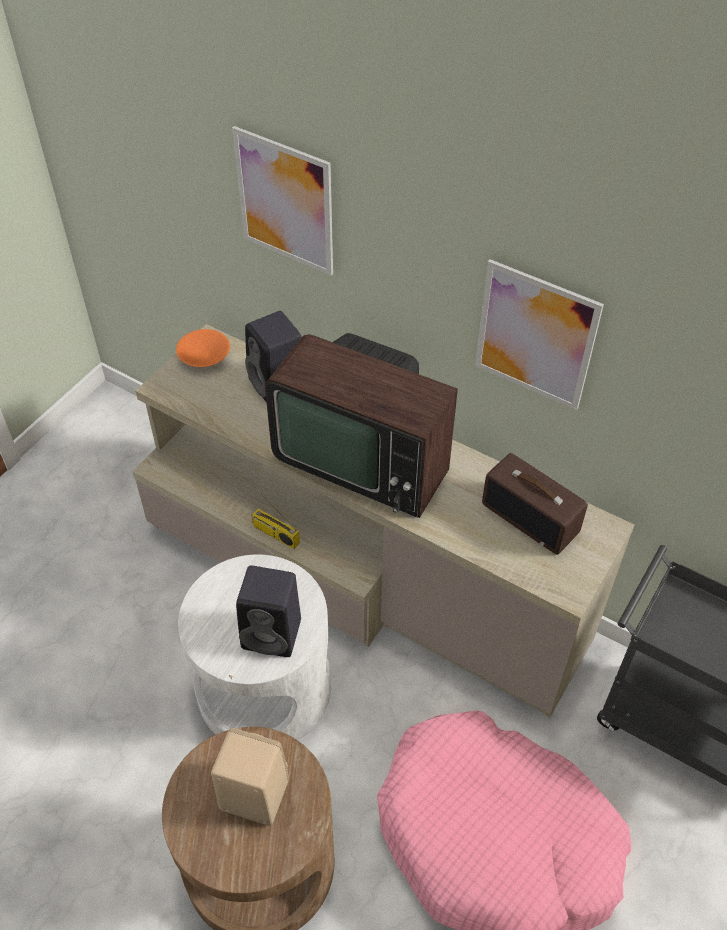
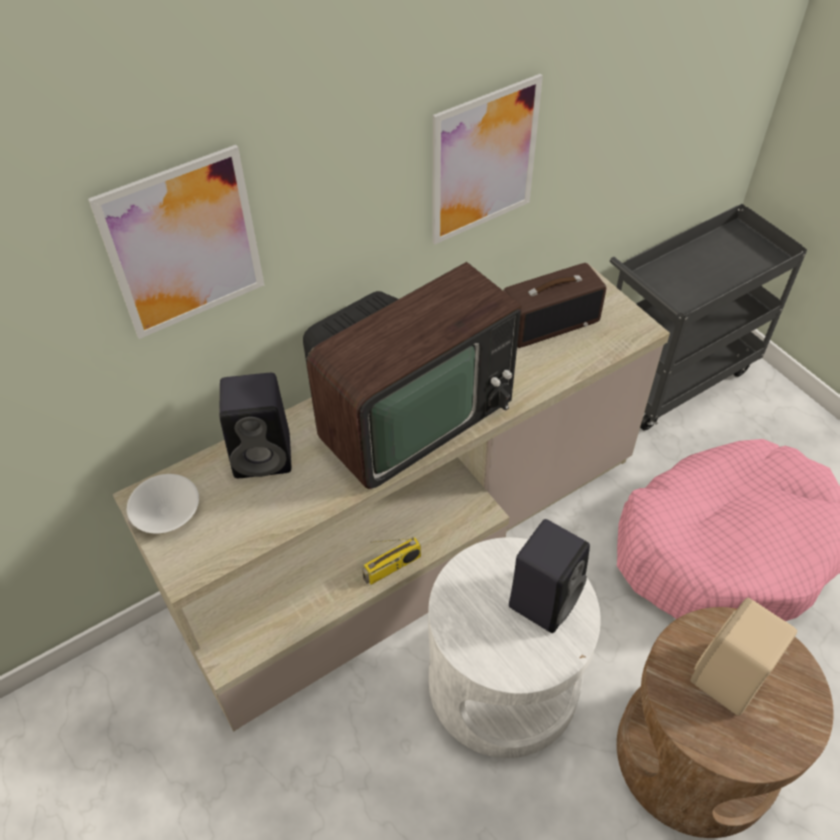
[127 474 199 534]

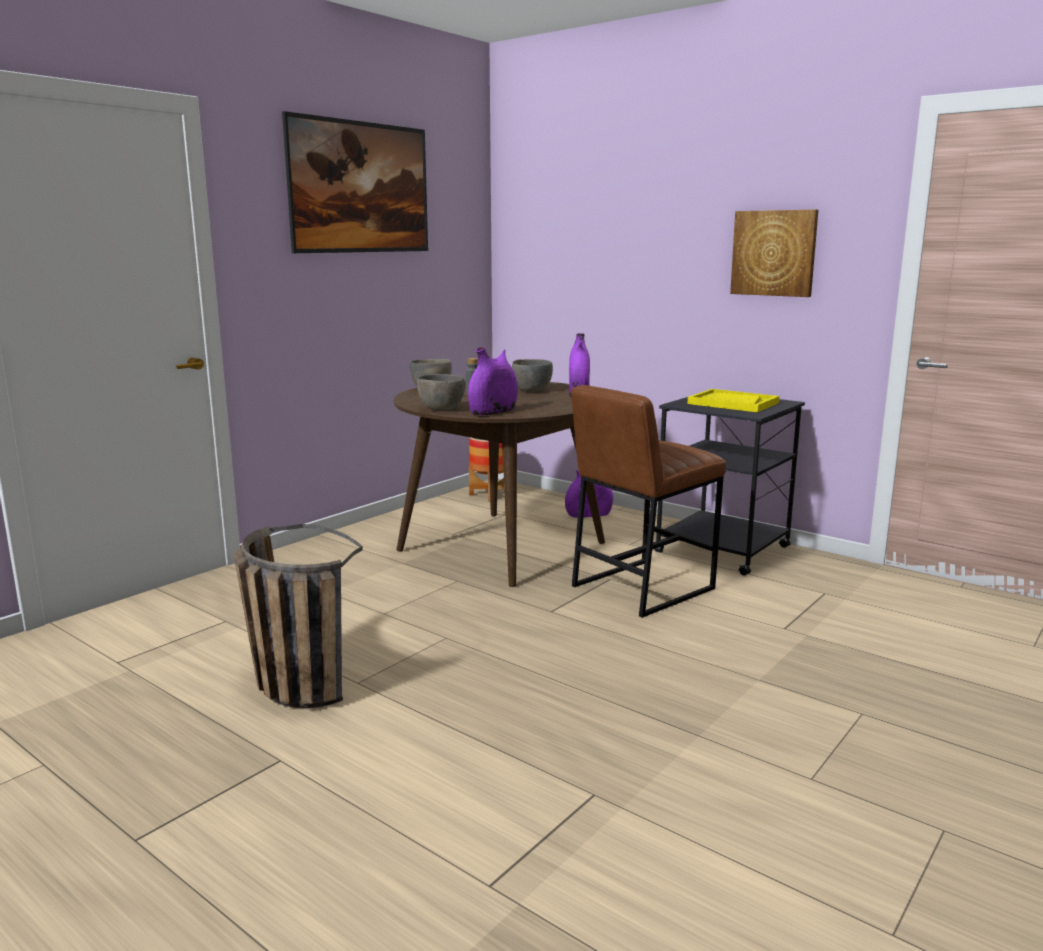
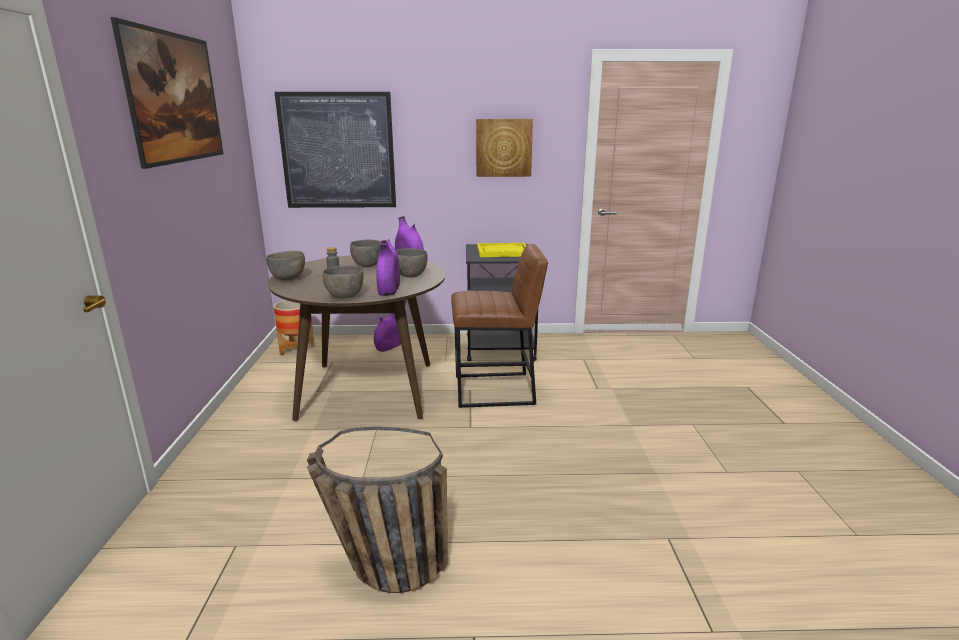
[451 244 548 408]
[274 92 396 208]
[395 248 428 277]

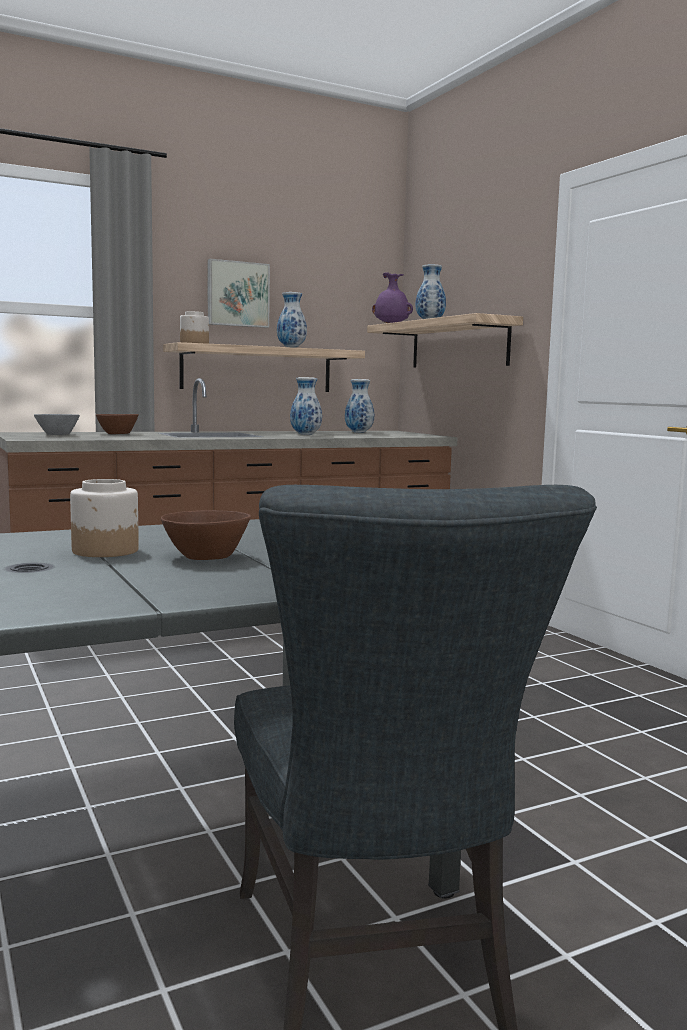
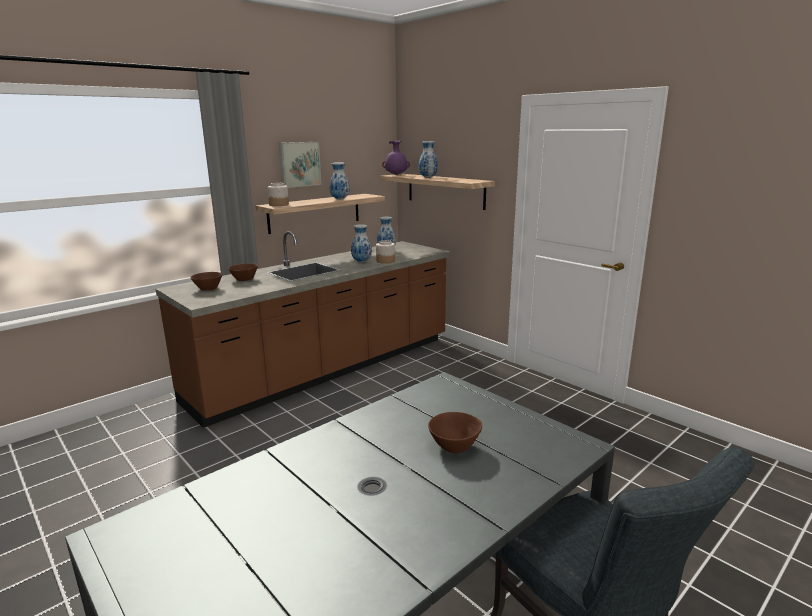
[190 272 222 291]
[376 240 395 264]

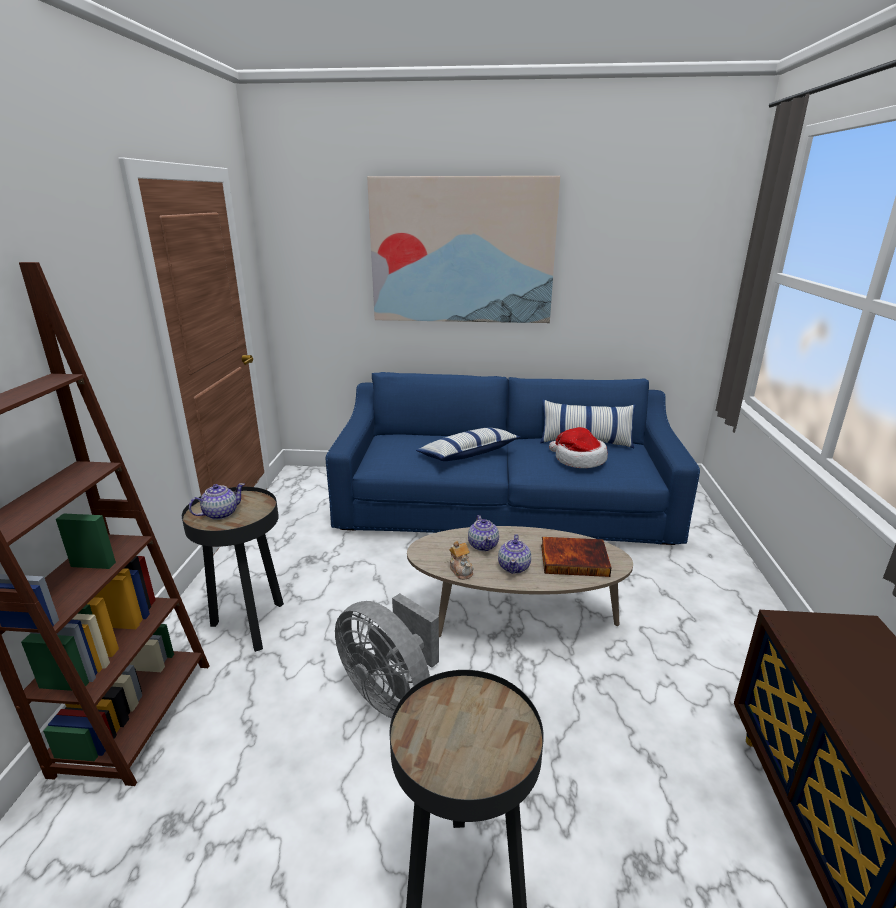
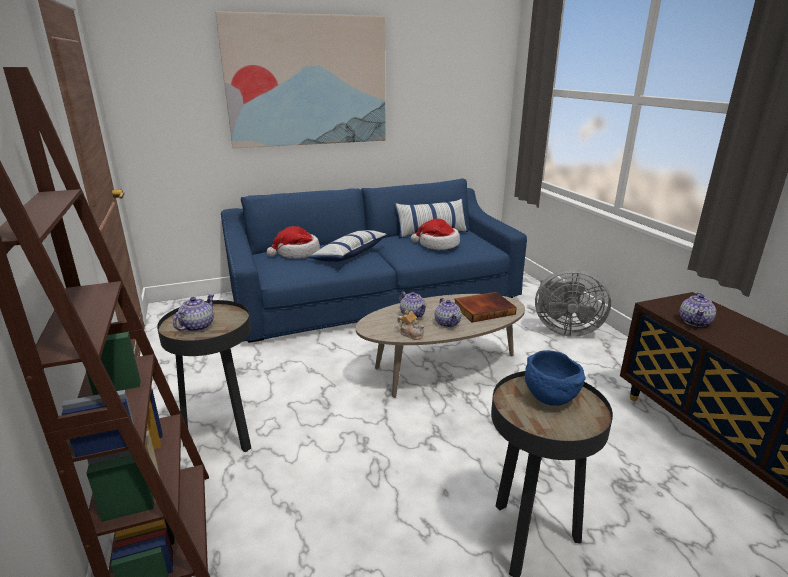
[535 268 611 337]
[267 226 320 258]
[525 351 586 406]
[680 293 716 327]

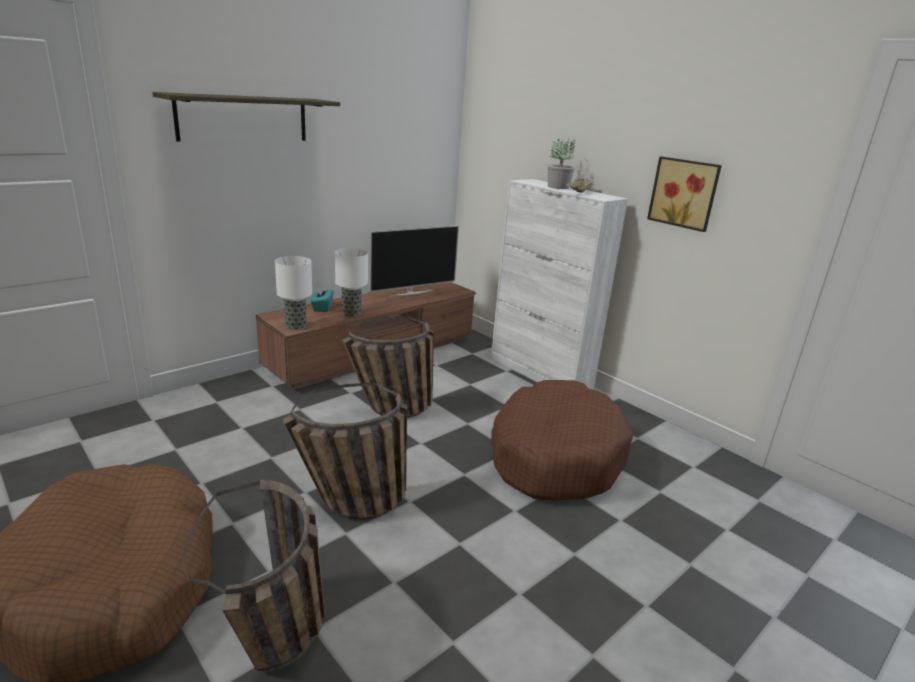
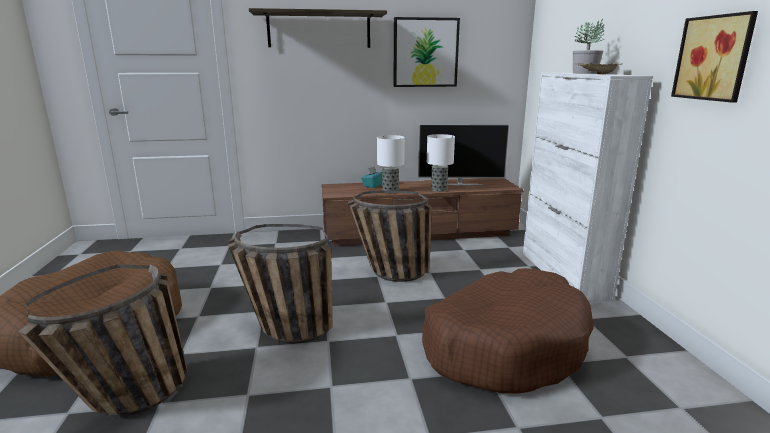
[427 134 455 192]
[393 17 460 87]

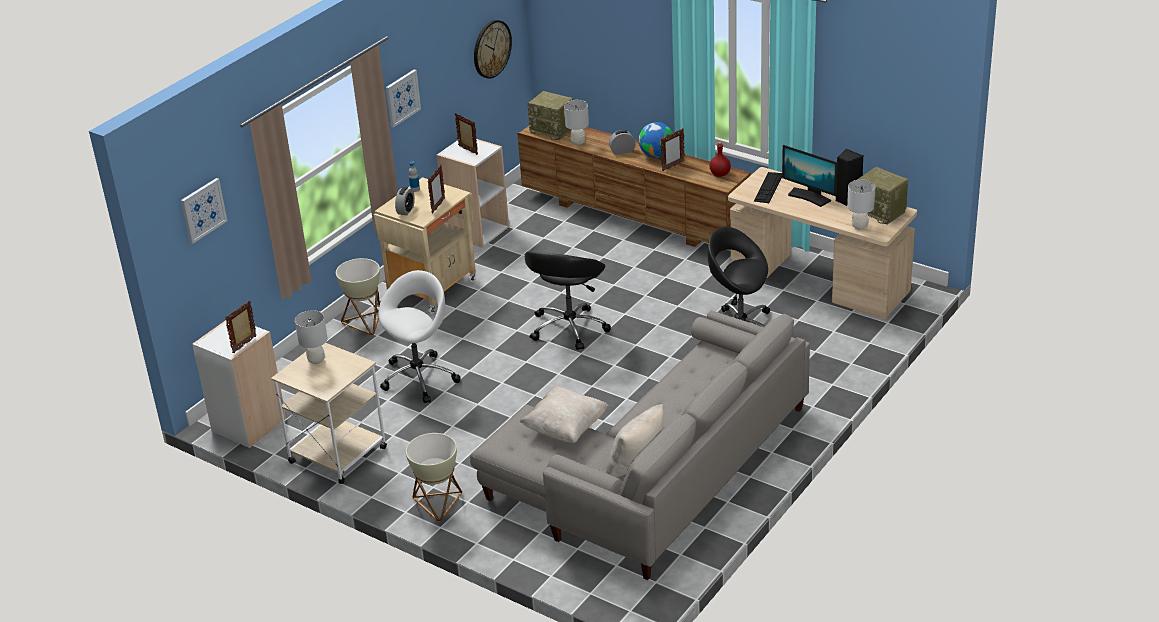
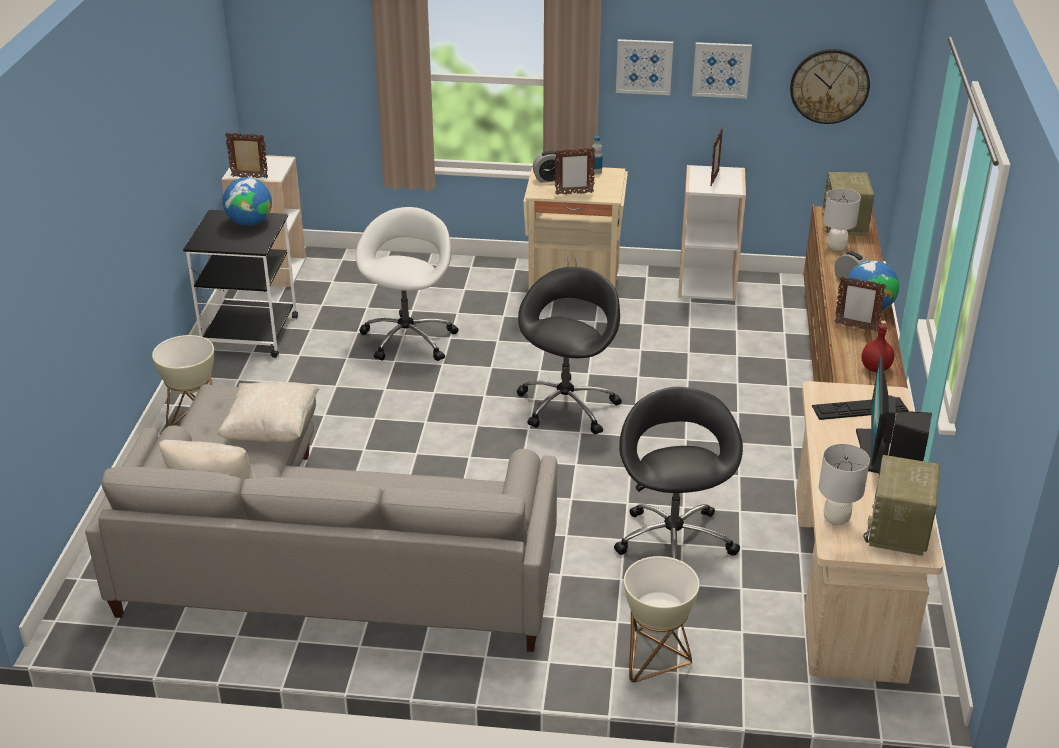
[692 42 752 99]
[183 210 298 358]
[223 177 272 226]
[624 556 700 682]
[356 207 459 361]
[517 267 622 434]

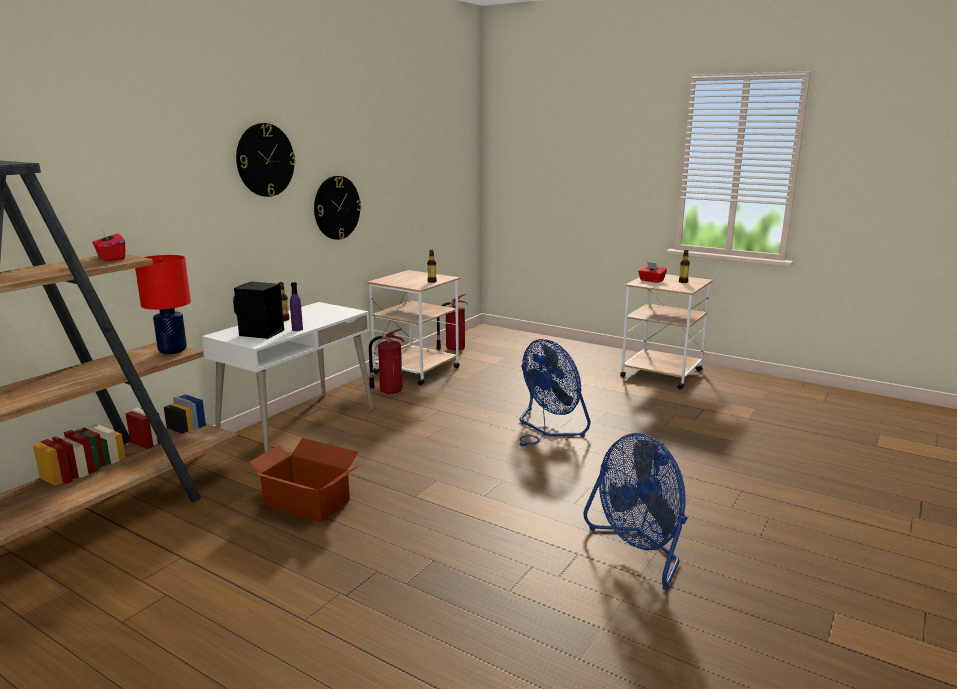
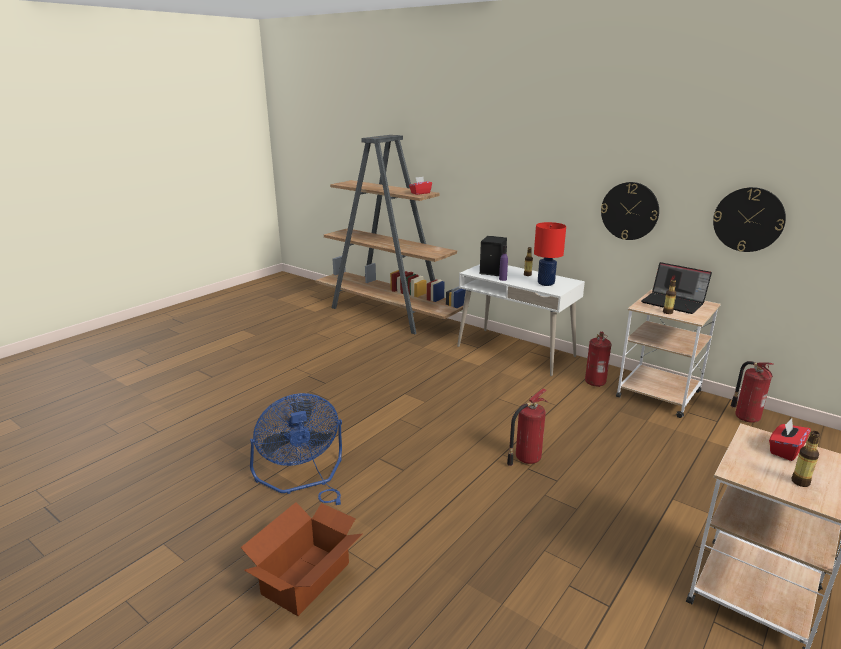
[534 222 566 286]
[713 187 786 252]
[240 502 362 616]
[507 388 547 466]
[641 262 712 314]

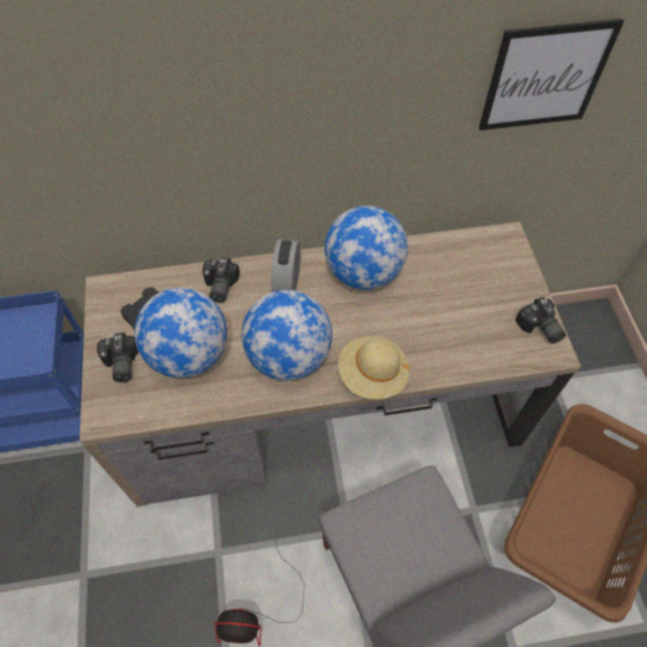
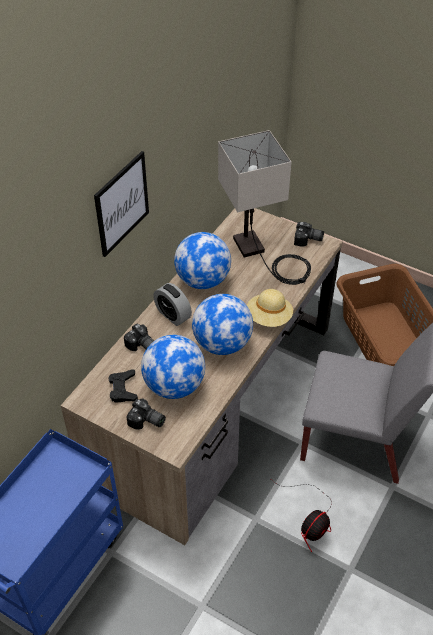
[94 151 149 257]
[218 130 311 285]

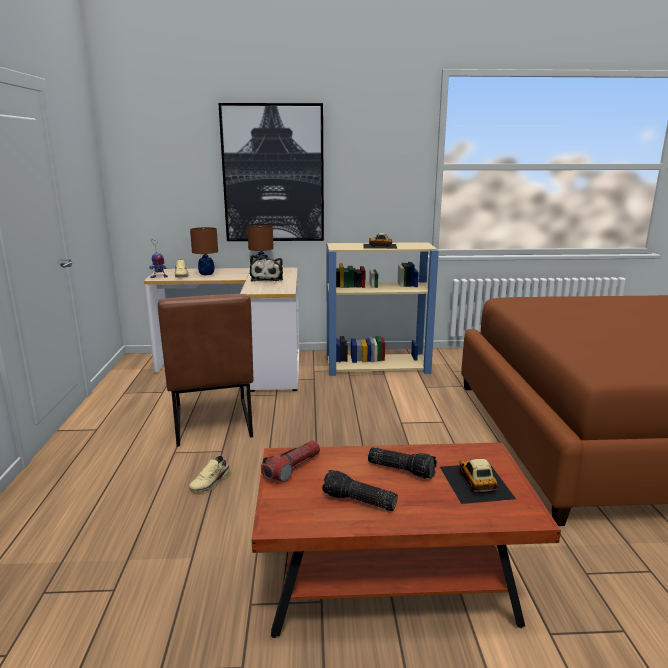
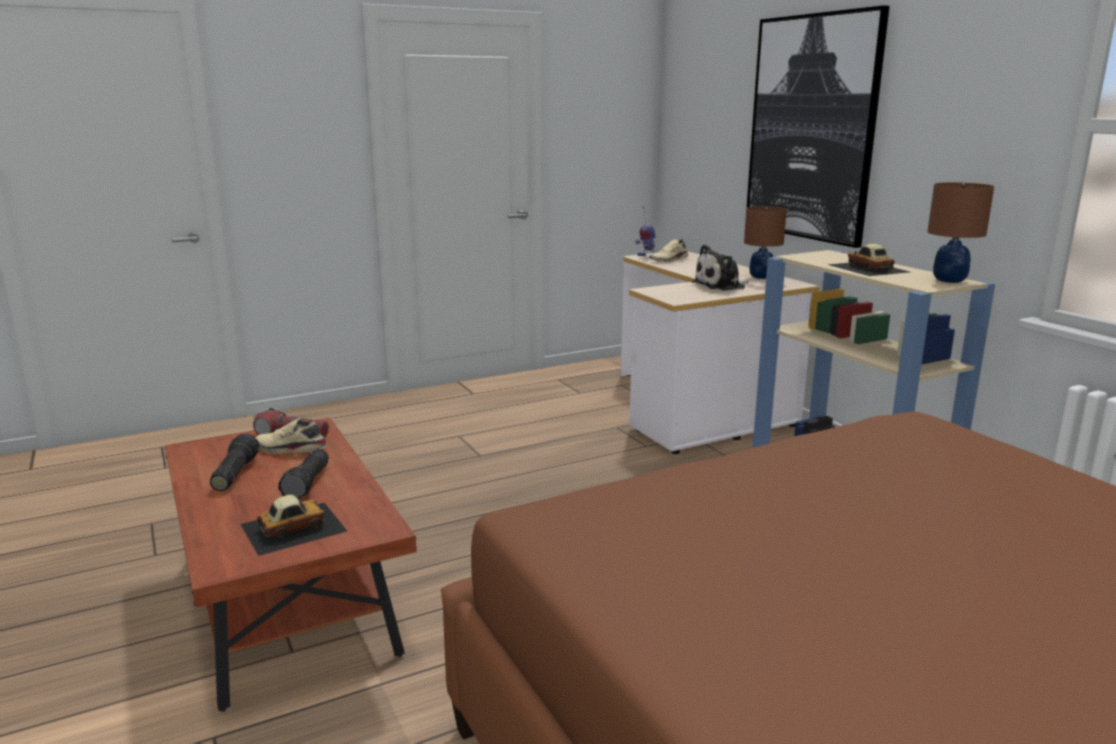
[158 294 253 447] (first image)
[255 418 327 454]
[927 182 994 283]

